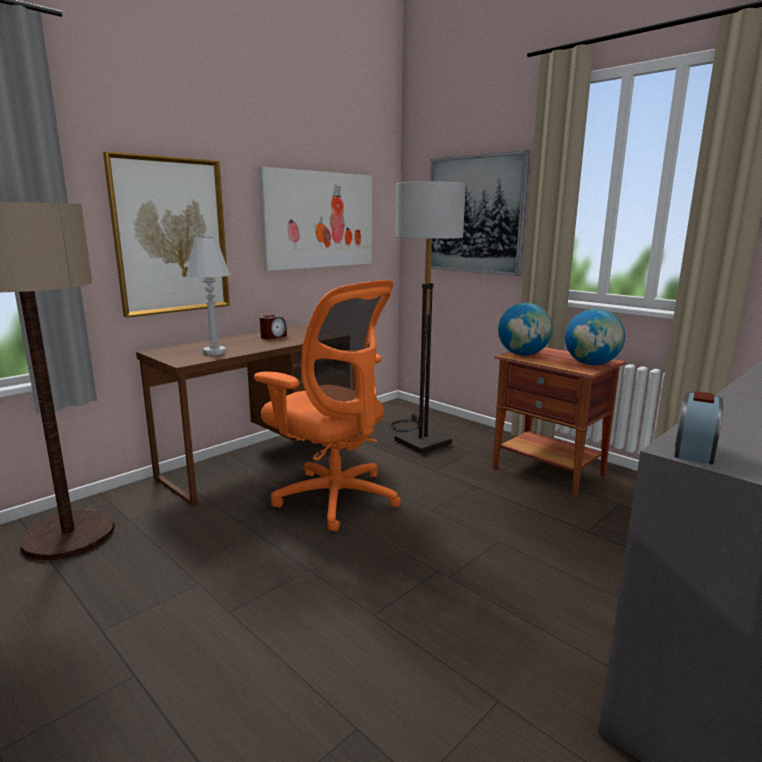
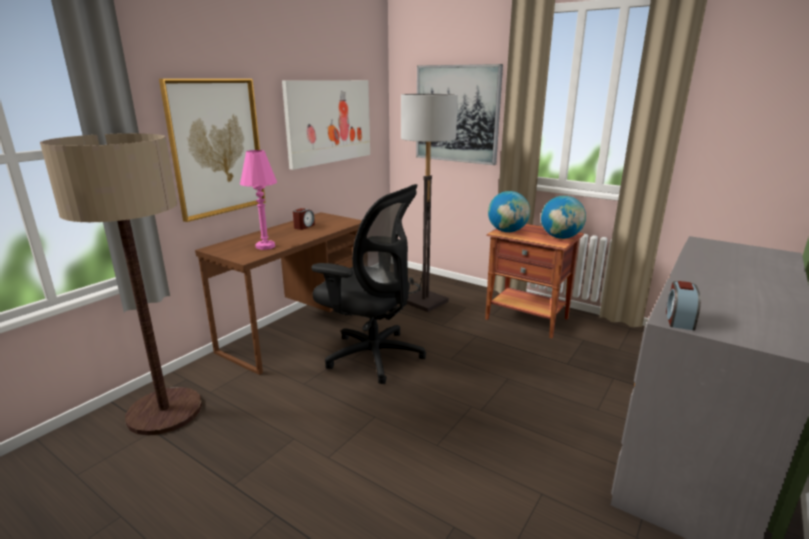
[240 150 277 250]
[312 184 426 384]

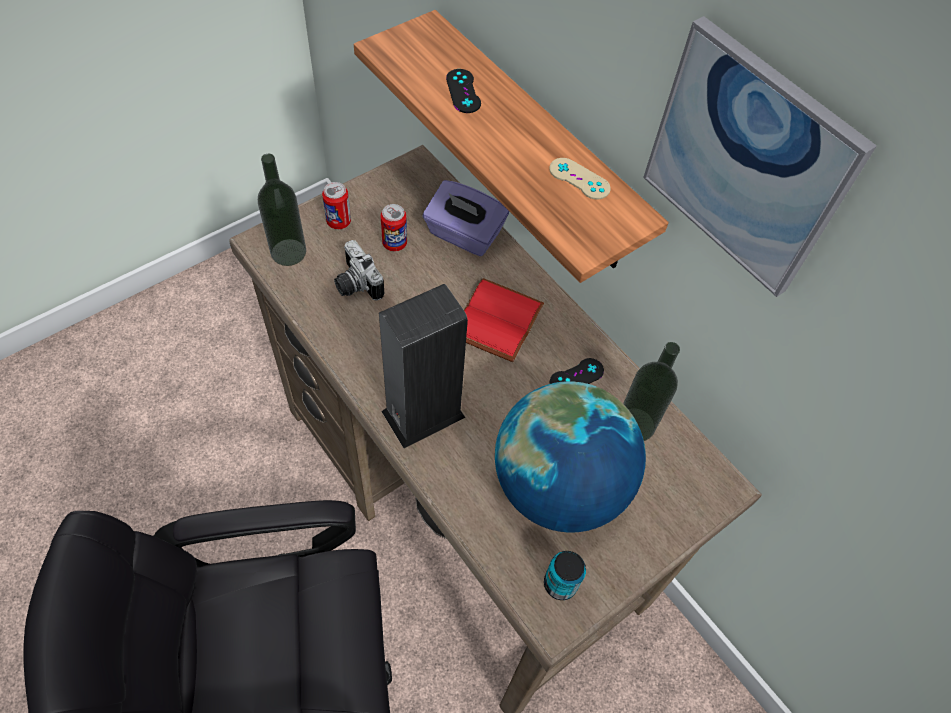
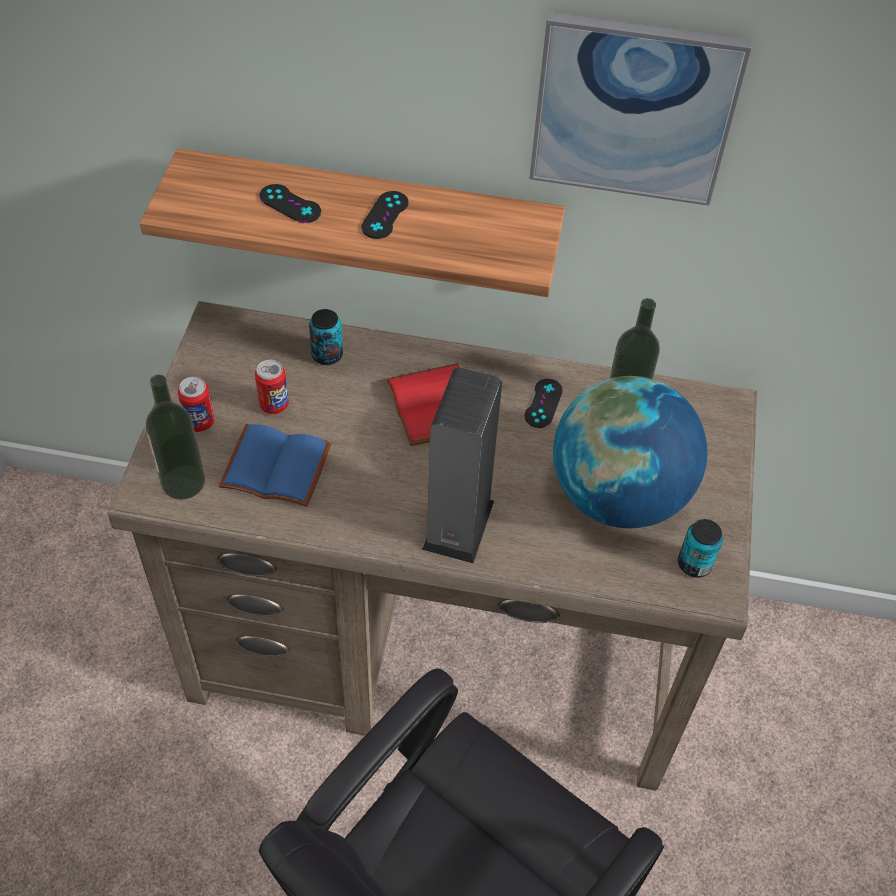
[219 424 332 507]
[309 309 343 365]
[549 158 611 199] (first image)
[361 191 408 239]

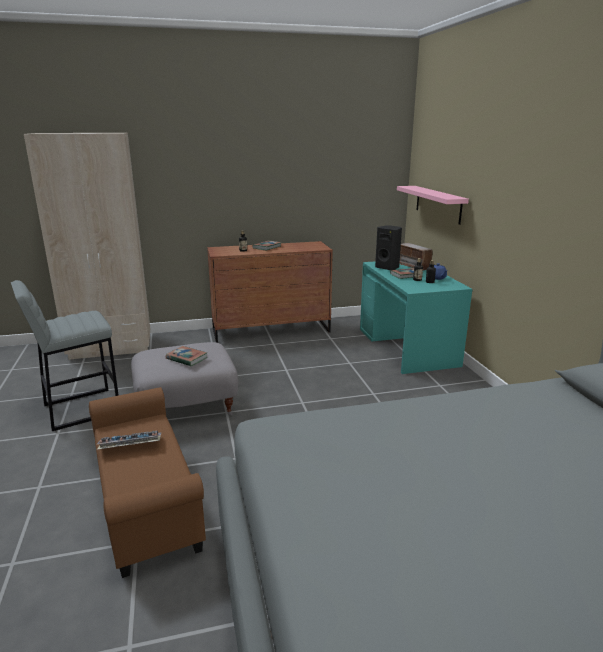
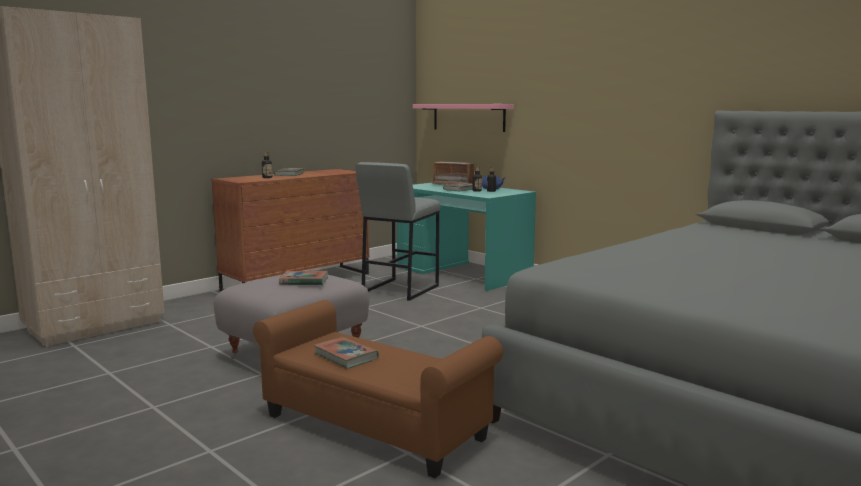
[355 162 441 301]
[314 337 379 369]
[375 225 402 270] (first image)

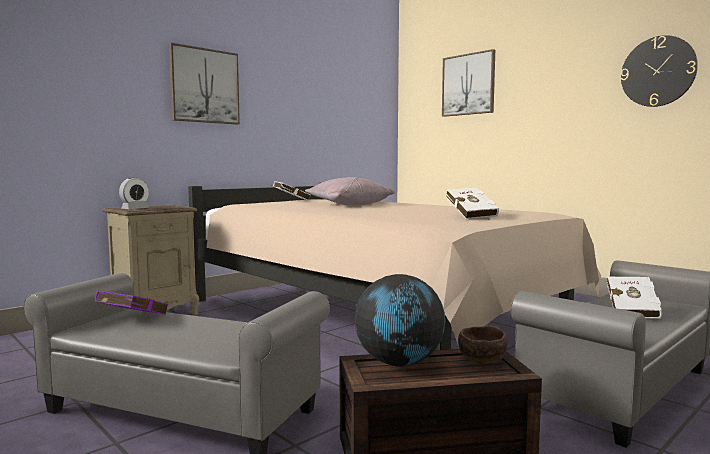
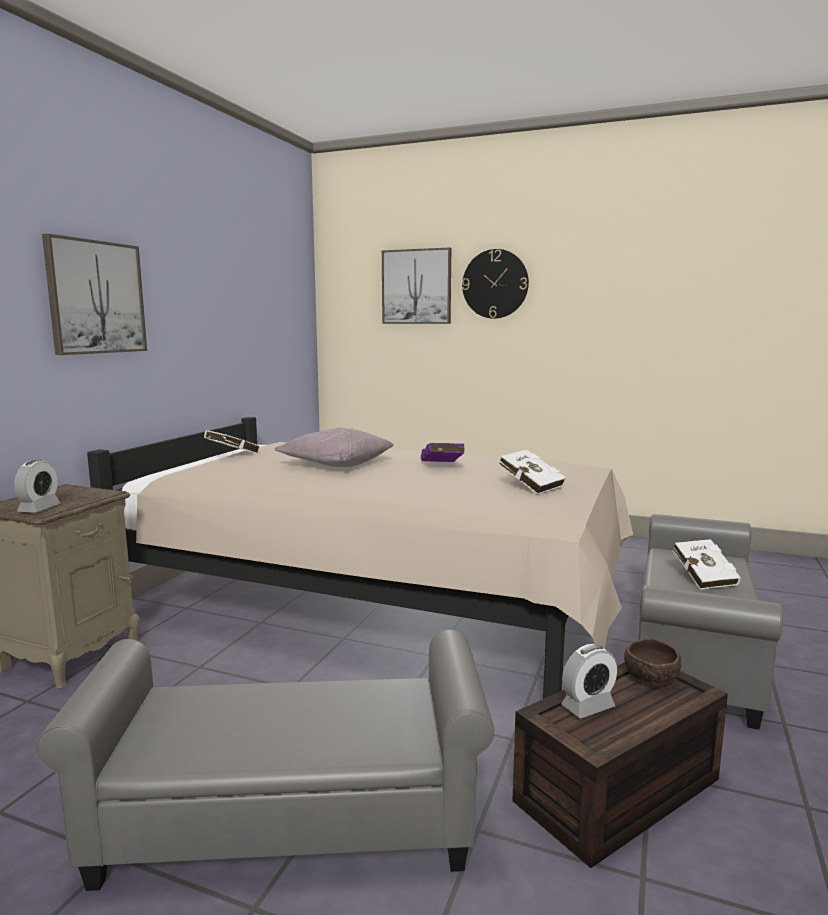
[421 443 465 462]
[561 644 617 718]
[462 249 529 319]

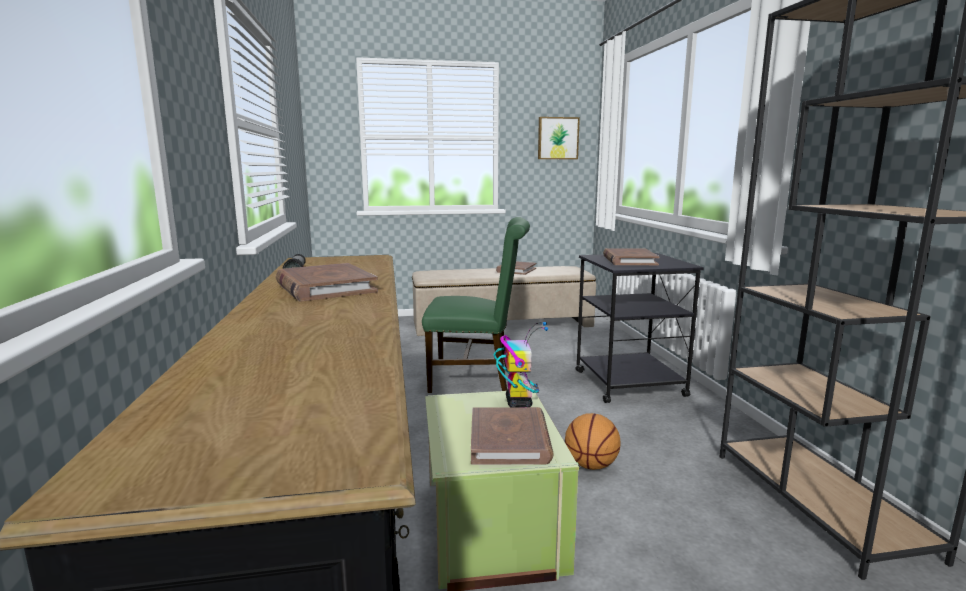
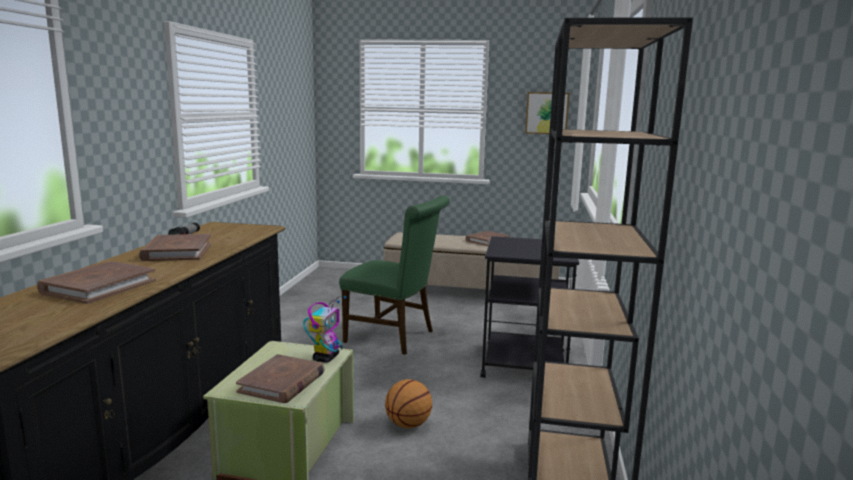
[37 261 156 304]

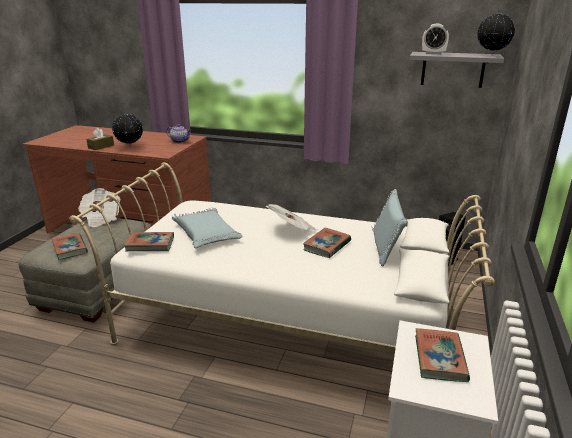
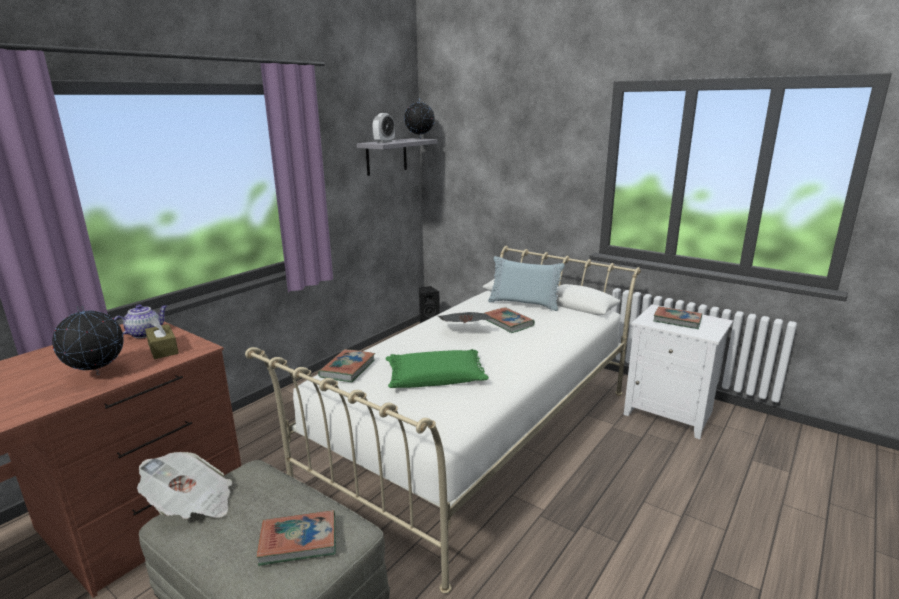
[145 317 179 359]
[318 349 375 382]
[385 349 489 388]

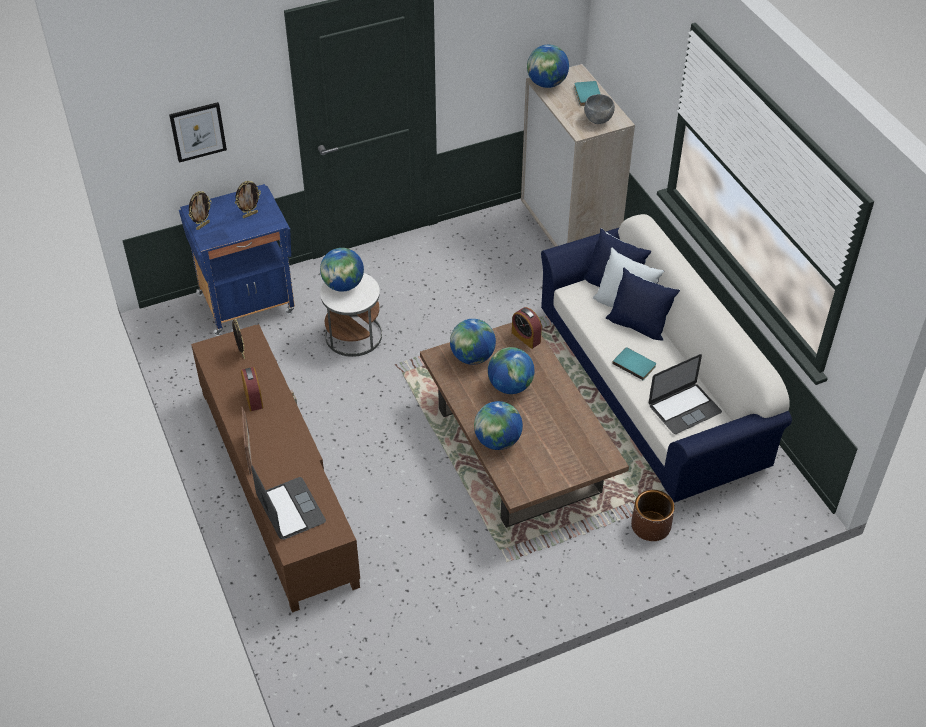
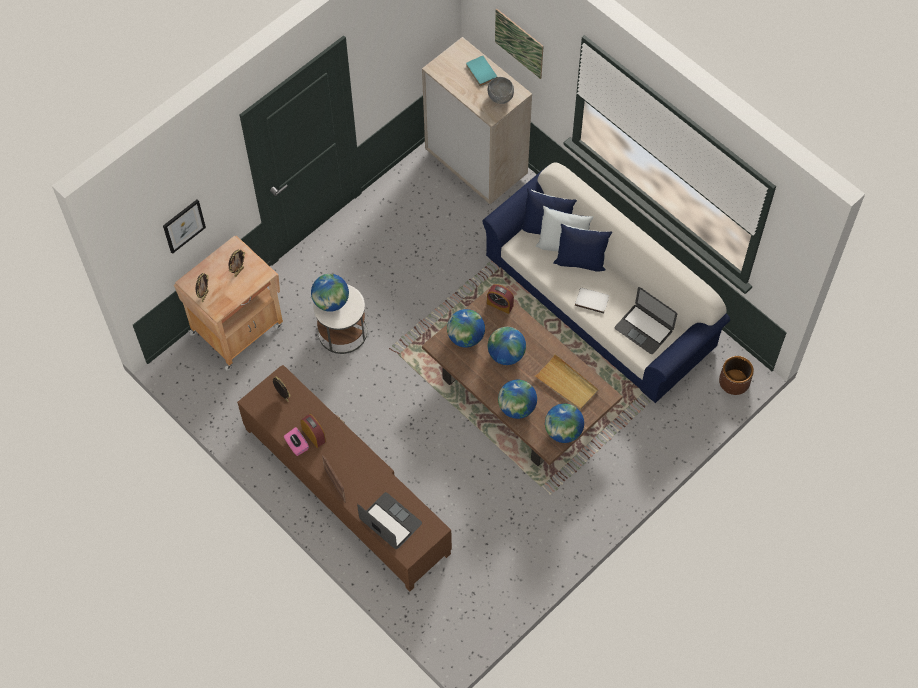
[174 235 283 370]
[545 403 584 443]
[575 288 609 314]
[719 356 754 395]
[615 287 677 354]
[284 427 309 456]
[495 9 543 79]
[535 354 598 410]

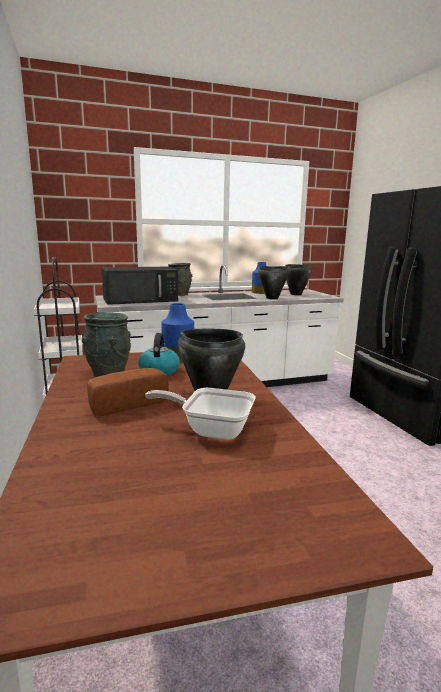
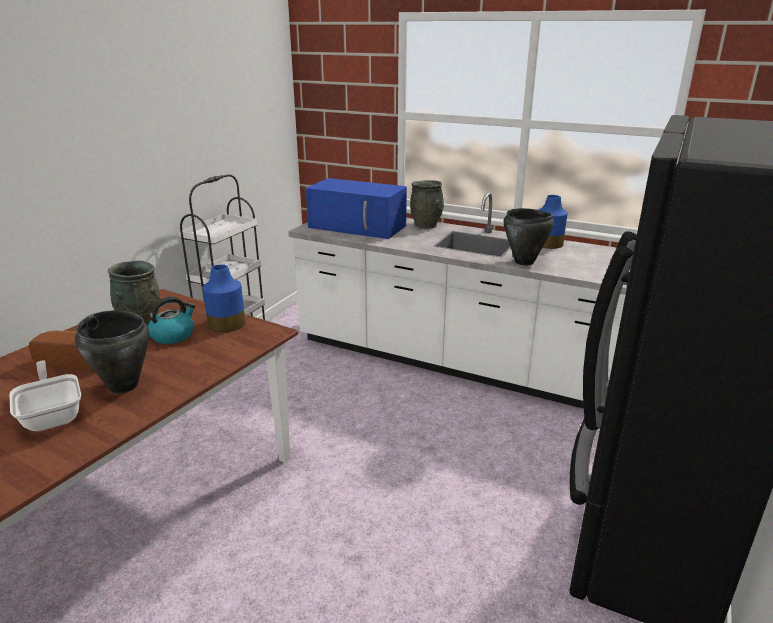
[306 178 407 239]
[285 264 312 295] (first image)

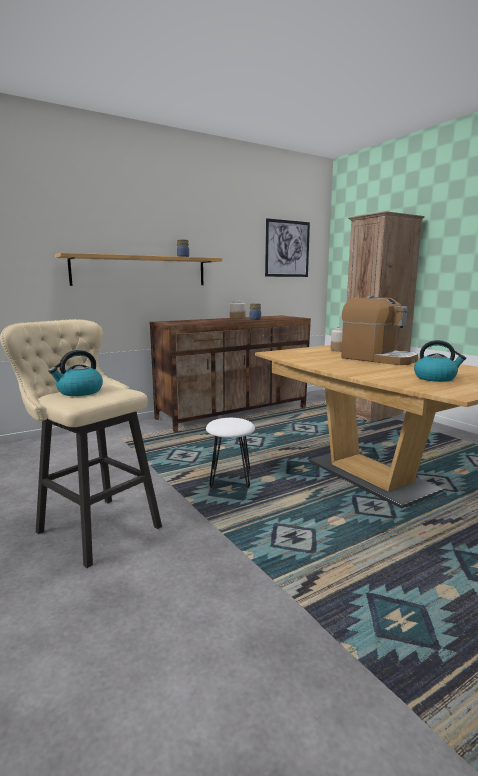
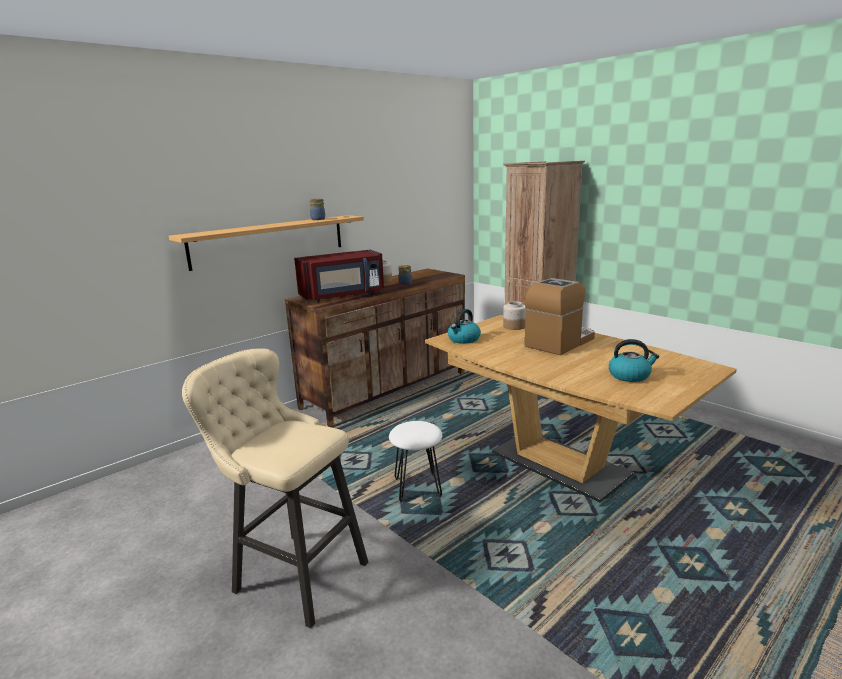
[448 309 481 344]
[265 218 310 277] (first image)
[525 278 595 355]
[294 250 384 302]

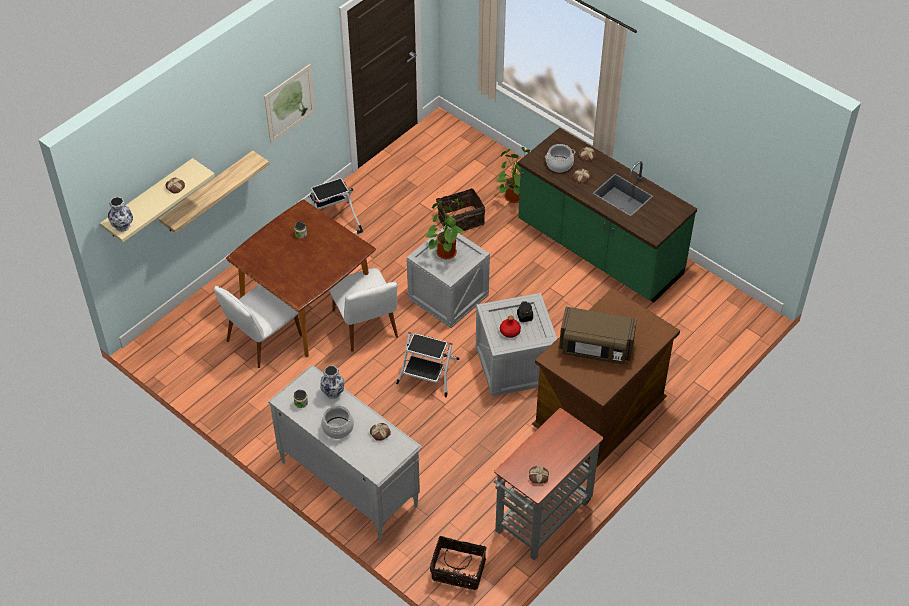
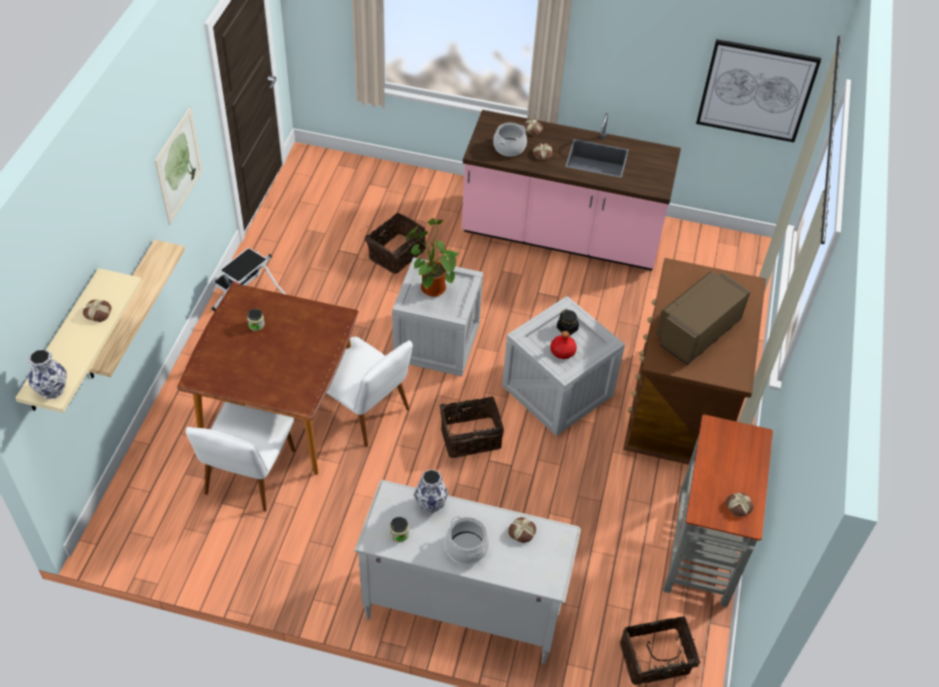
[439 395 504 458]
[497 147 530 203] (first image)
[462 110 681 270]
[656 271 751 365]
[696 39 821 142]

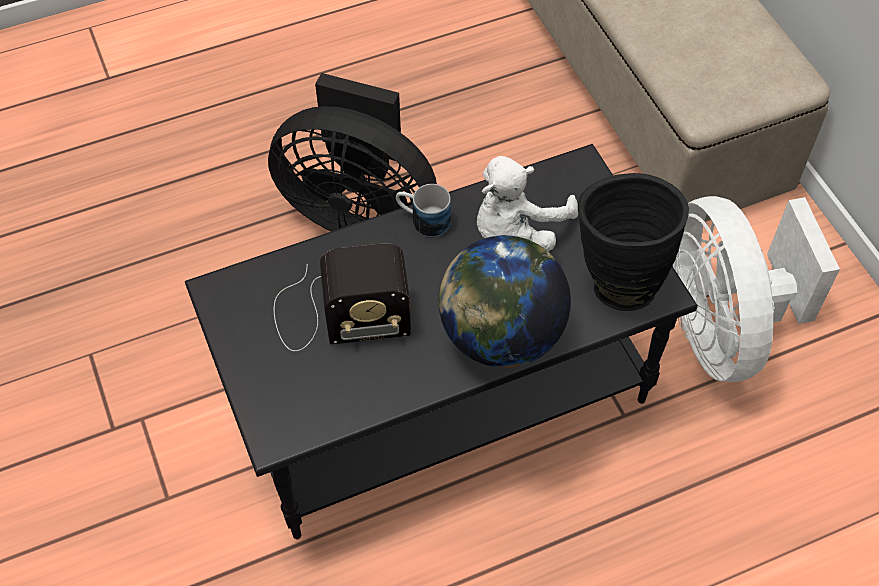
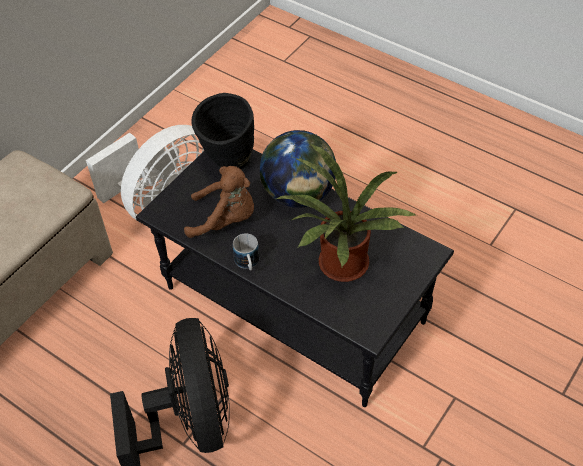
[277 144 417 282]
[184 166 254 238]

